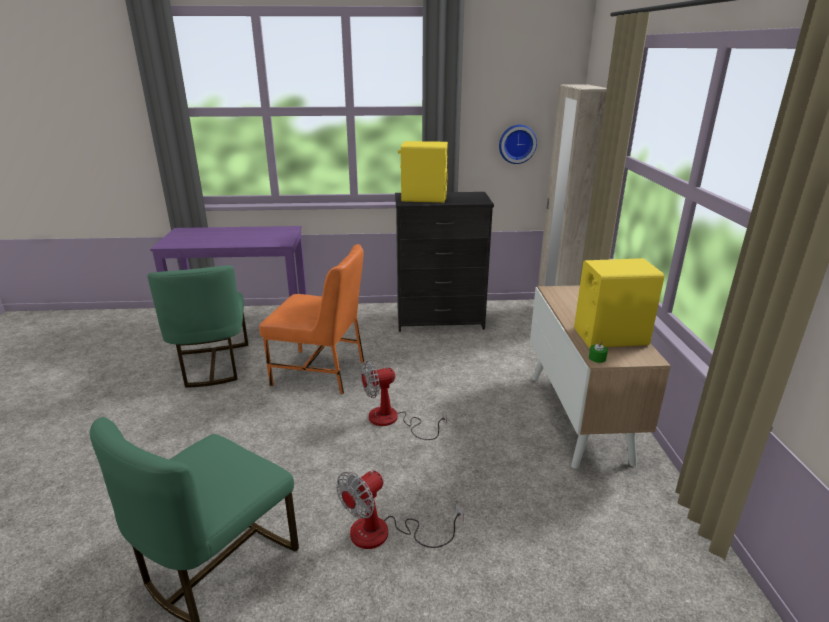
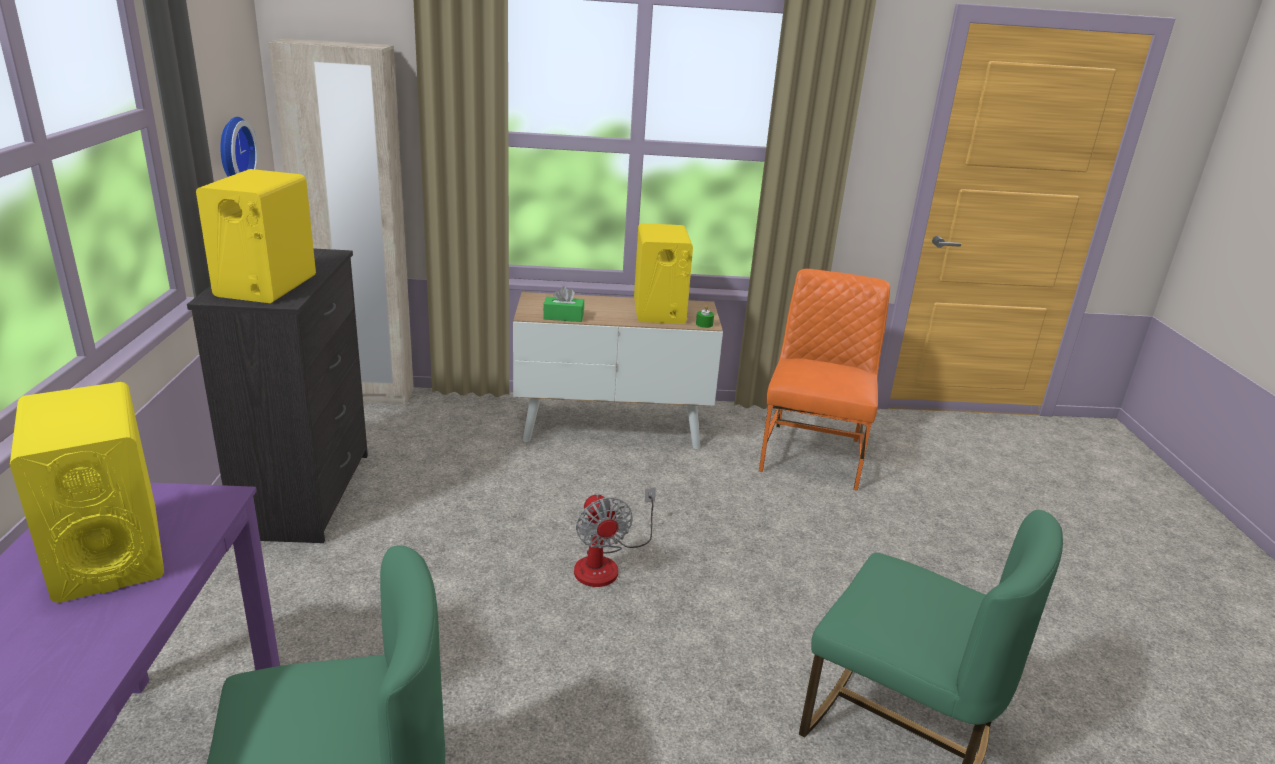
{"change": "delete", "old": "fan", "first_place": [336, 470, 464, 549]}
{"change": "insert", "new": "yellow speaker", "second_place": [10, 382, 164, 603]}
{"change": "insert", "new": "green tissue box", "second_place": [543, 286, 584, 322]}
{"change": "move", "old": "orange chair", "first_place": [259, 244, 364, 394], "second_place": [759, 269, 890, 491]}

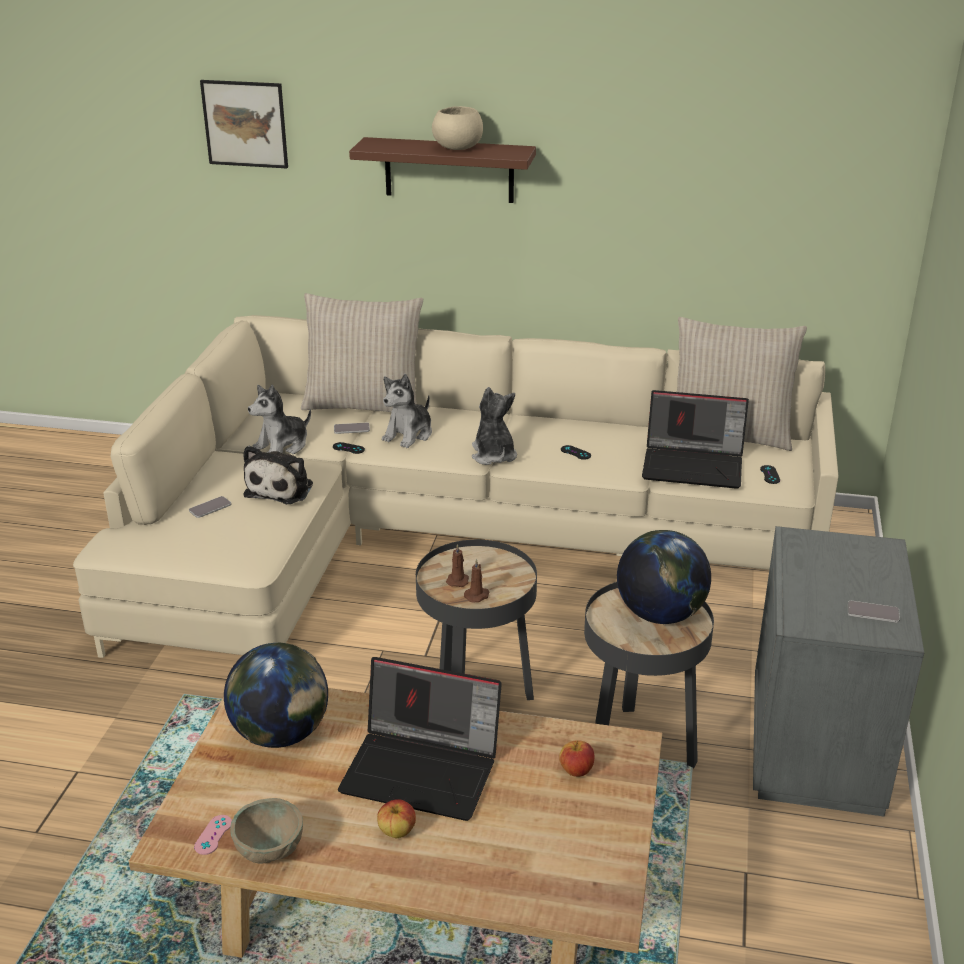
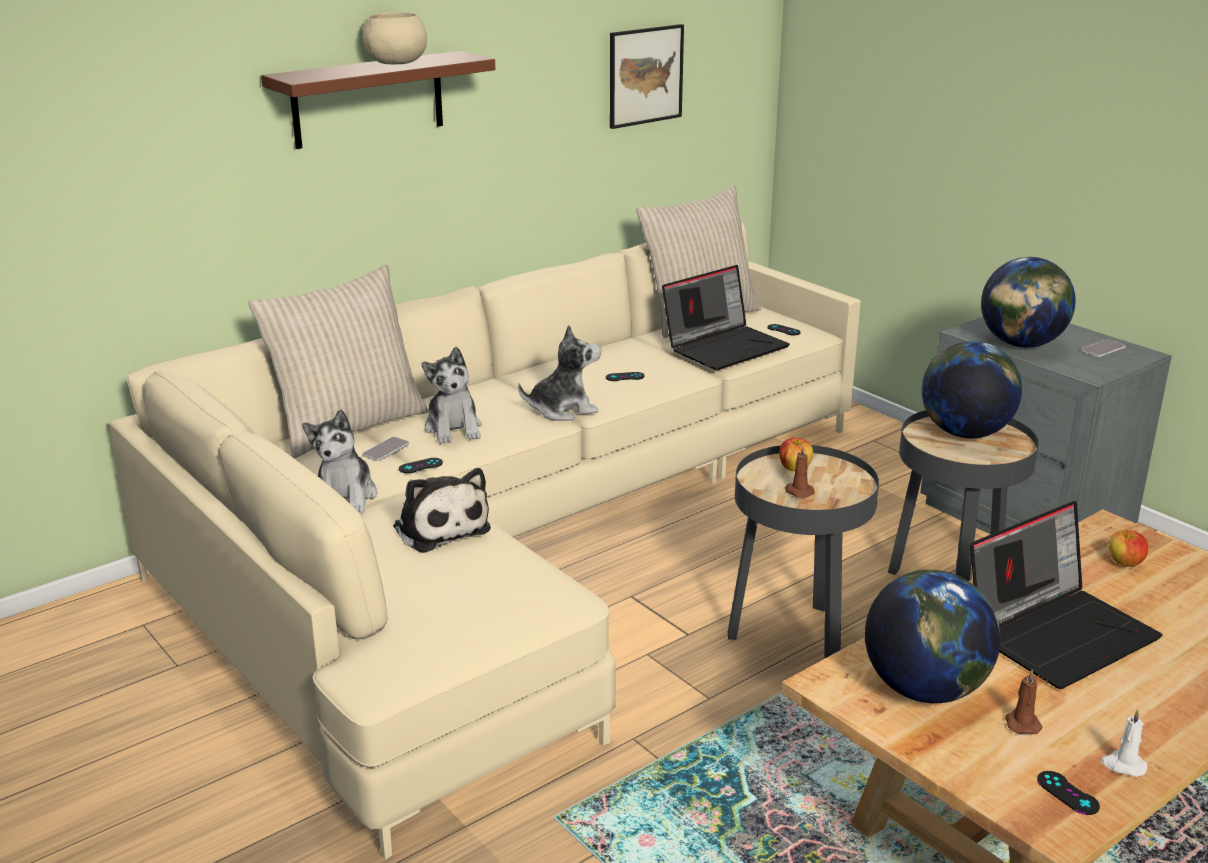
{"change": "delete", "old": "phone", "first_place": [189, 496, 231, 518]}
{"change": "insert", "new": "globe", "second_place": [981, 257, 1076, 348]}
{"change": "move", "old": "picture", "first_place": [200, 80, 288, 168], "second_place": [610, 24, 684, 129]}
{"change": "move", "old": "apple", "first_place": [377, 799, 416, 838], "second_place": [779, 438, 813, 471]}
{"change": "move", "old": "brown candle", "first_place": [464, 559, 490, 603], "second_place": [1005, 670, 1043, 734]}
{"change": "replace", "old": "beige bowl", "new": "white candle", "first_place": [230, 798, 303, 864], "second_place": [1100, 709, 1147, 777]}
{"change": "recolor", "old": "pink game controller", "new": "black game controller", "first_place": [194, 815, 232, 855], "second_place": [1037, 771, 1100, 815]}
{"change": "rotate", "old": "plush toy", "first_place": [472, 387, 517, 465], "second_place": [518, 325, 601, 421], "degrees": 135}

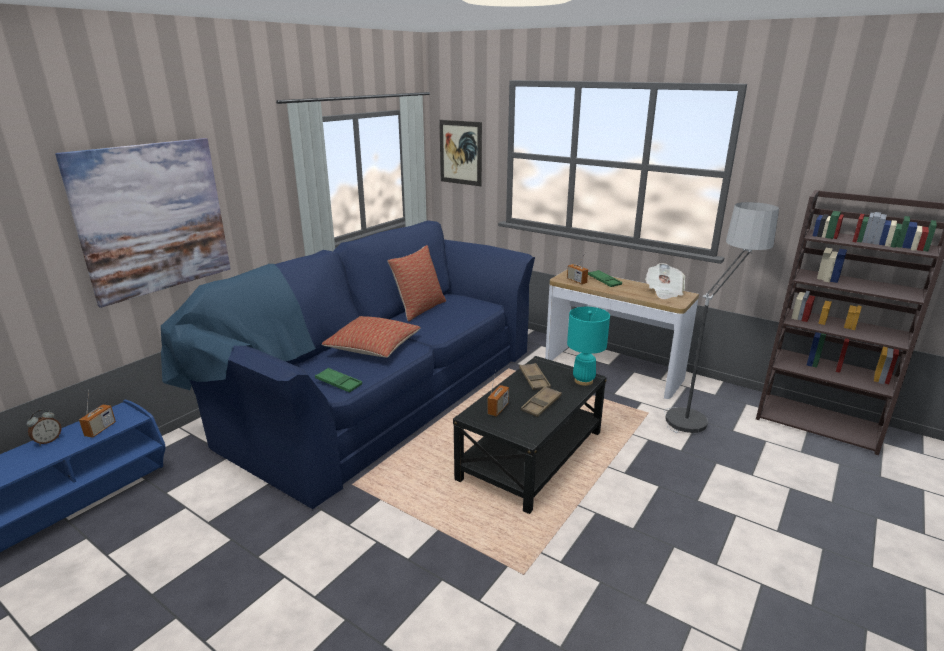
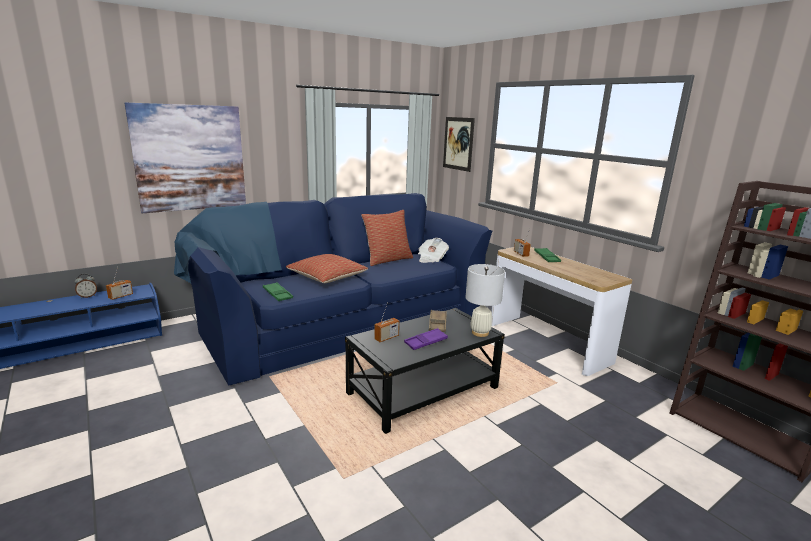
{"change": "delete", "old": "floor lamp", "first_place": [664, 202, 779, 434]}
{"change": "move", "old": "newspaper", "first_place": [645, 263, 685, 299], "second_place": [418, 238, 449, 263]}
{"change": "recolor", "old": "brown tray", "new": "purple tray", "first_place": [521, 386, 562, 417], "second_place": [404, 328, 448, 350]}
{"change": "recolor", "old": "turquoise table lamp", "new": "white table lamp", "first_place": [567, 307, 610, 386], "second_place": [466, 264, 505, 337]}

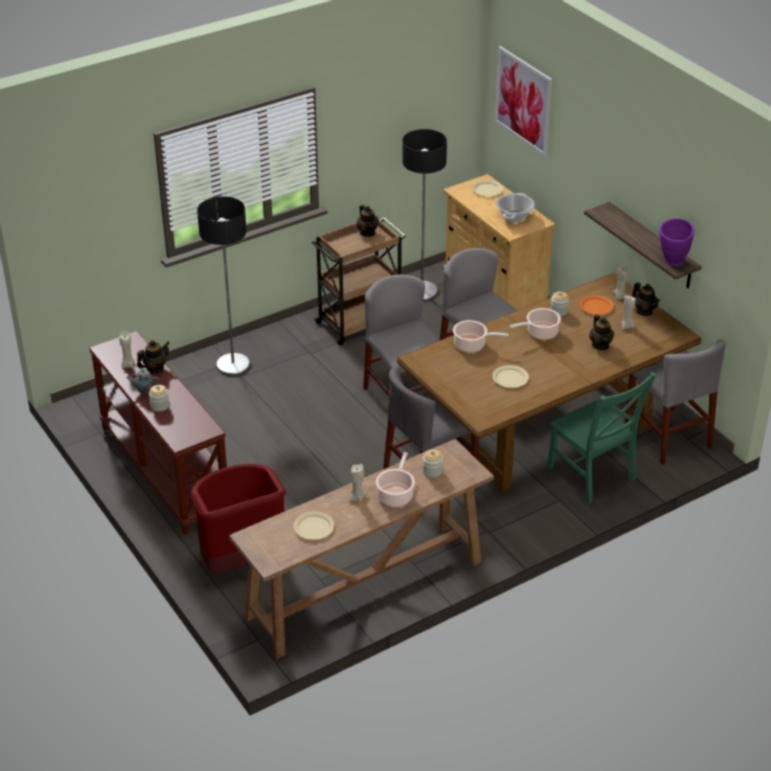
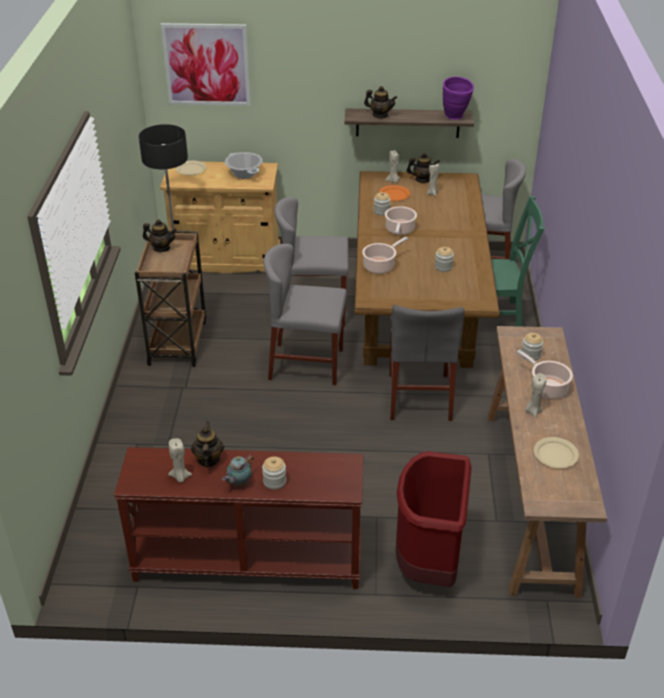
{"change": "delete", "old": "floor lamp", "first_place": [197, 196, 250, 376]}
{"change": "move", "old": "teapot", "first_place": [589, 314, 614, 350], "second_place": [364, 86, 397, 118]}
{"change": "replace", "old": "beige plate", "new": "jar", "first_place": [492, 365, 529, 388], "second_place": [435, 247, 454, 272]}

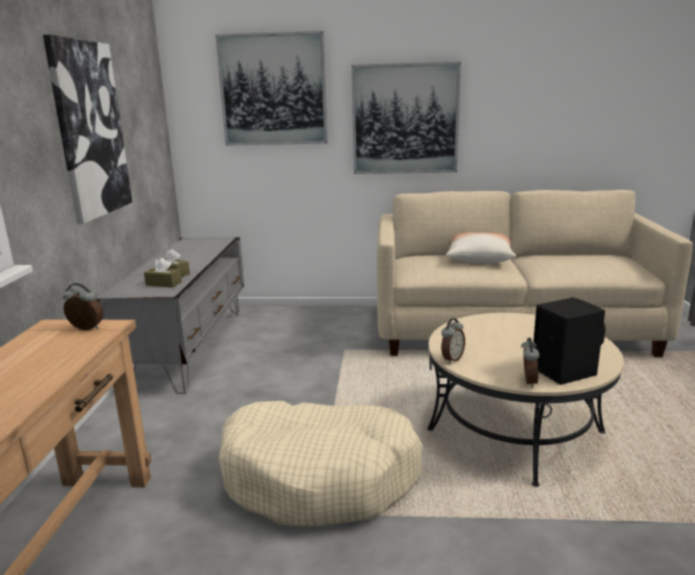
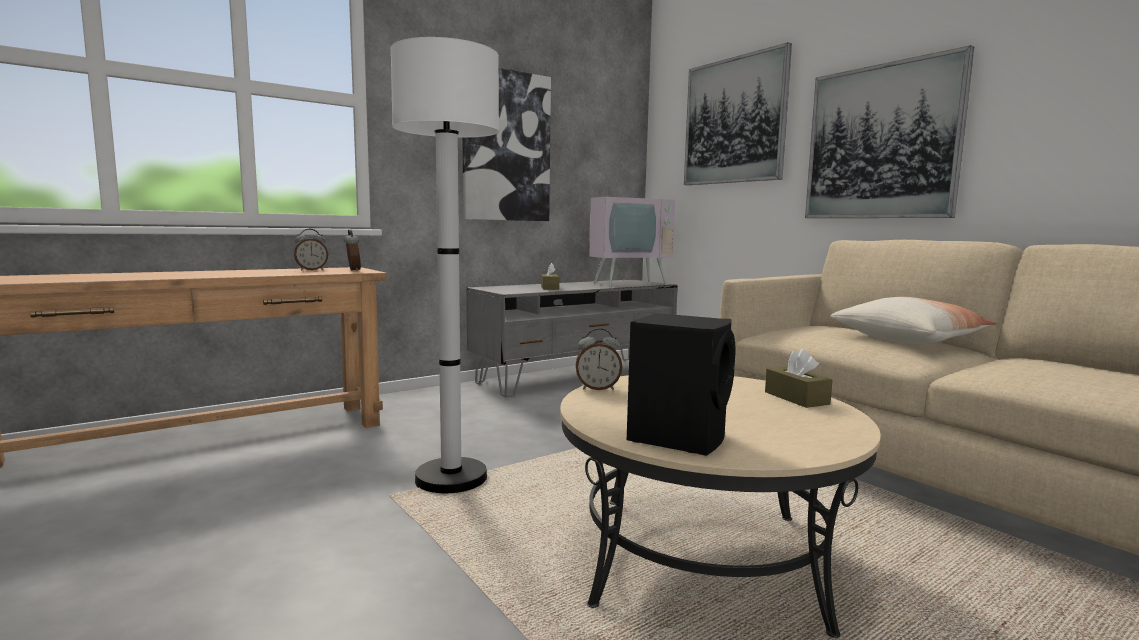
{"change": "insert", "new": "television", "second_place": [586, 164, 675, 287]}
{"change": "move", "old": "brown tissue box", "first_place": [144, 258, 182, 288], "second_place": [765, 349, 833, 408]}
{"change": "move", "old": "alarm clock", "first_place": [521, 338, 539, 388], "second_place": [294, 229, 328, 271]}
{"change": "replace", "old": "beige dog bed", "new": "white floor lamp", "first_place": [219, 401, 423, 526], "second_place": [391, 37, 499, 493]}

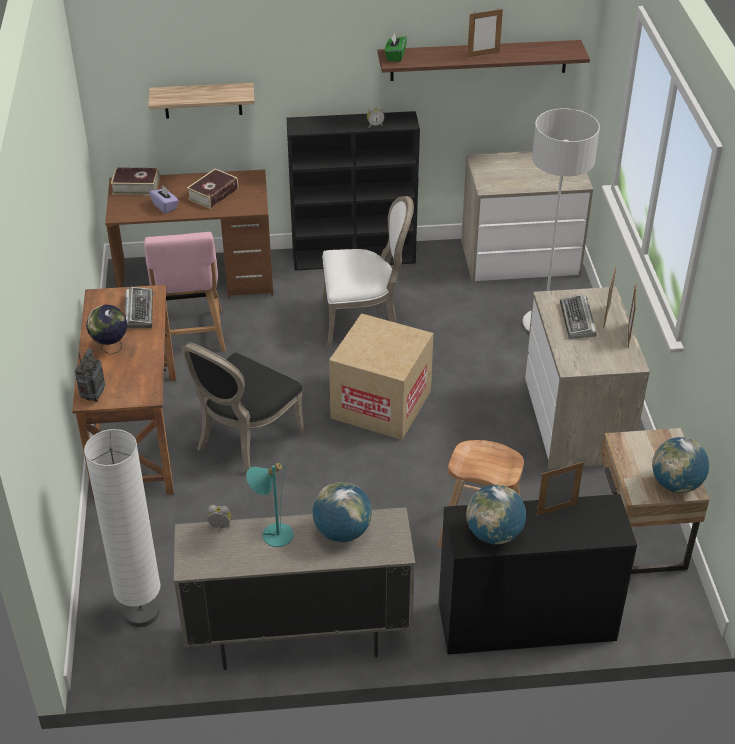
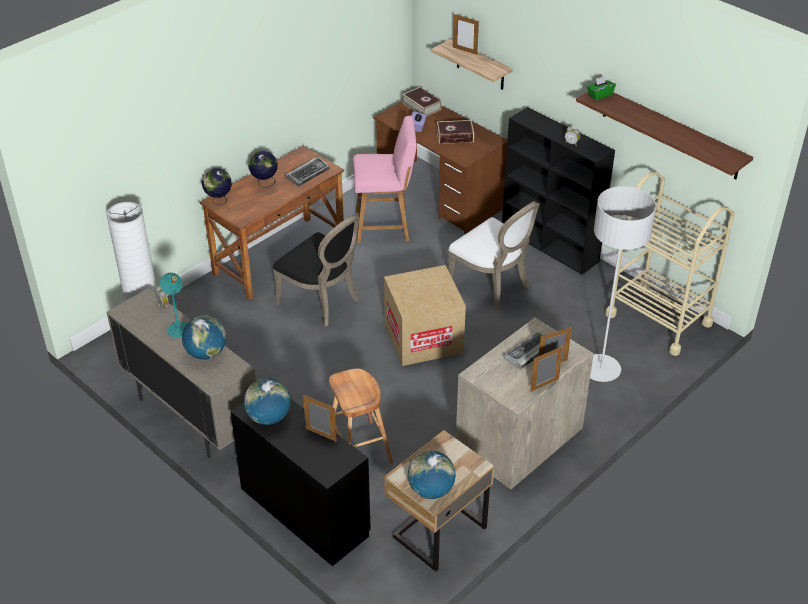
{"change": "move", "old": "picture frame", "first_place": [467, 8, 503, 58], "second_place": [453, 14, 479, 54]}
{"change": "replace", "old": "radio", "new": "globe", "first_place": [75, 349, 105, 402], "second_place": [202, 168, 232, 206]}
{"change": "replace", "old": "dresser", "new": "beige cart", "first_place": [461, 151, 593, 283], "second_place": [605, 172, 735, 356]}
{"change": "rotate", "old": "pink chair", "first_place": [144, 232, 226, 352], "second_place": [353, 116, 417, 243], "degrees": -135}
{"change": "rotate", "old": "black chair", "first_place": [181, 342, 305, 475], "second_place": [273, 215, 360, 326], "degrees": -135}

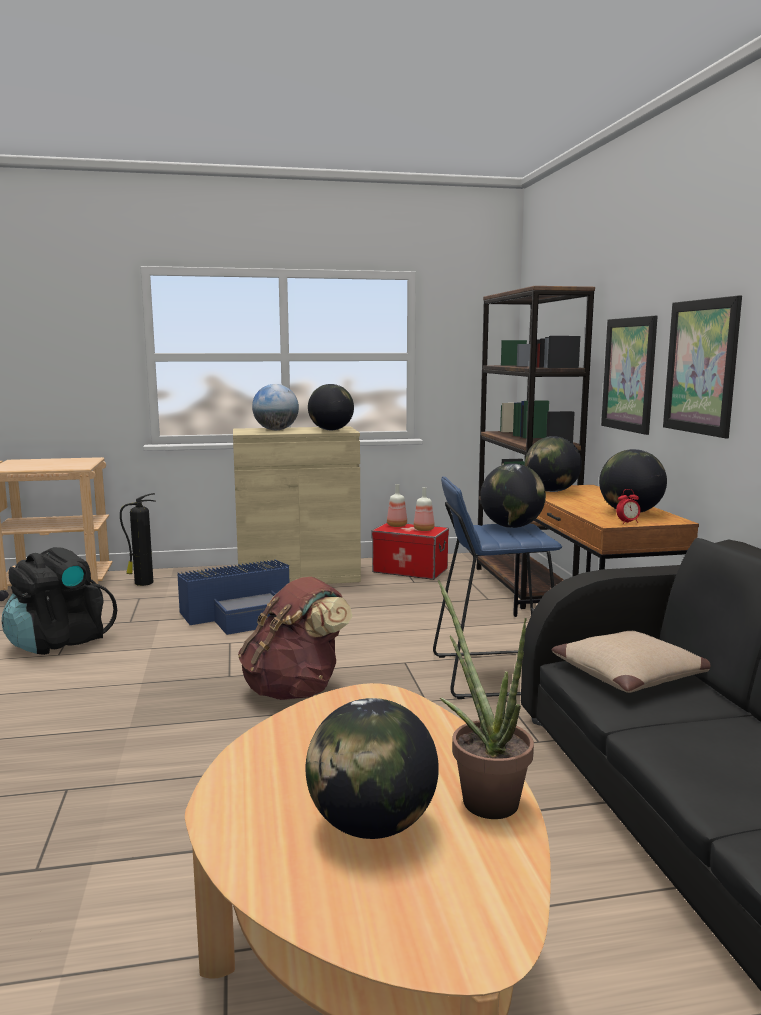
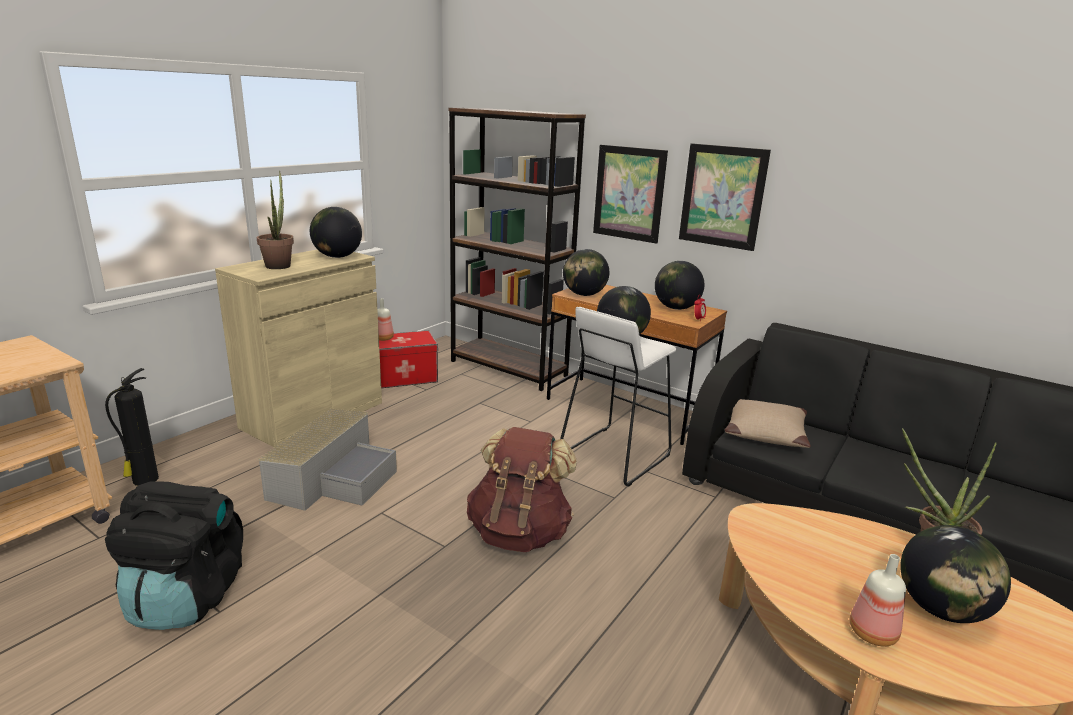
{"change": "move", "old": "bottle", "first_place": [414, 487, 435, 531], "second_place": [850, 554, 906, 647]}
{"change": "replace", "old": "globe", "new": "potted plant", "first_place": [252, 384, 299, 430], "second_place": [257, 171, 294, 269]}
{"change": "recolor", "old": "blue storage box", "new": "grey storage box", "first_place": [177, 559, 289, 635], "second_place": [258, 408, 397, 511]}
{"change": "recolor", "old": "blue stool", "new": "white stool", "first_place": [433, 476, 562, 699], "second_place": [560, 307, 677, 487]}

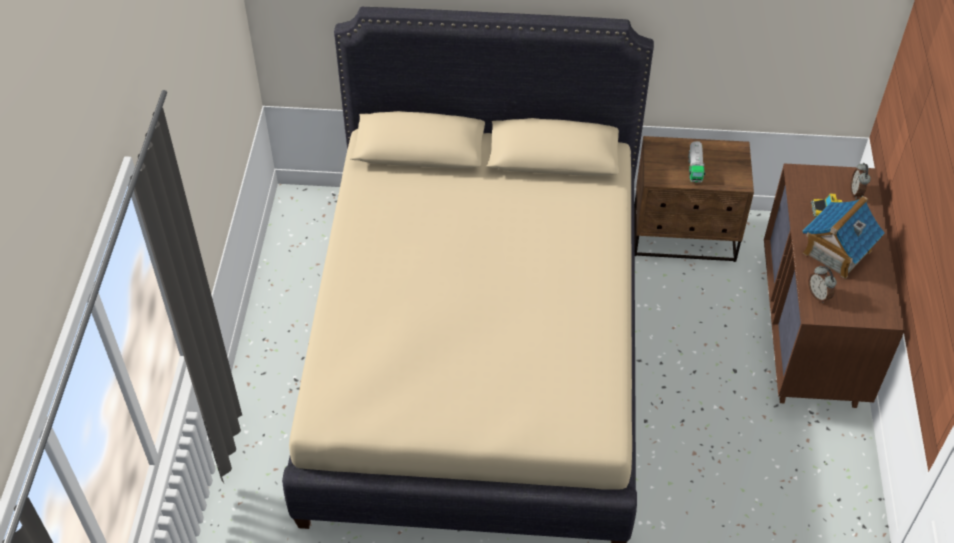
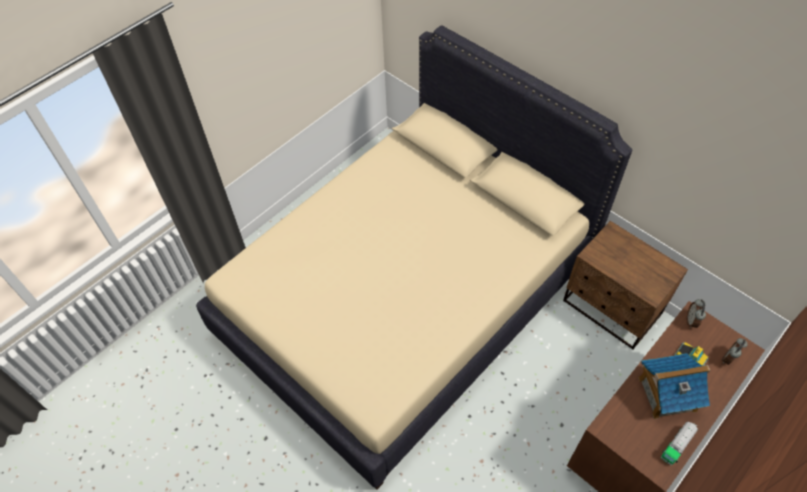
{"change": "move", "old": "toy truck", "first_place": [688, 141, 706, 182], "second_place": [661, 422, 698, 466]}
{"change": "move", "old": "alarm clock", "first_place": [808, 265, 837, 303], "second_place": [687, 299, 706, 328]}

